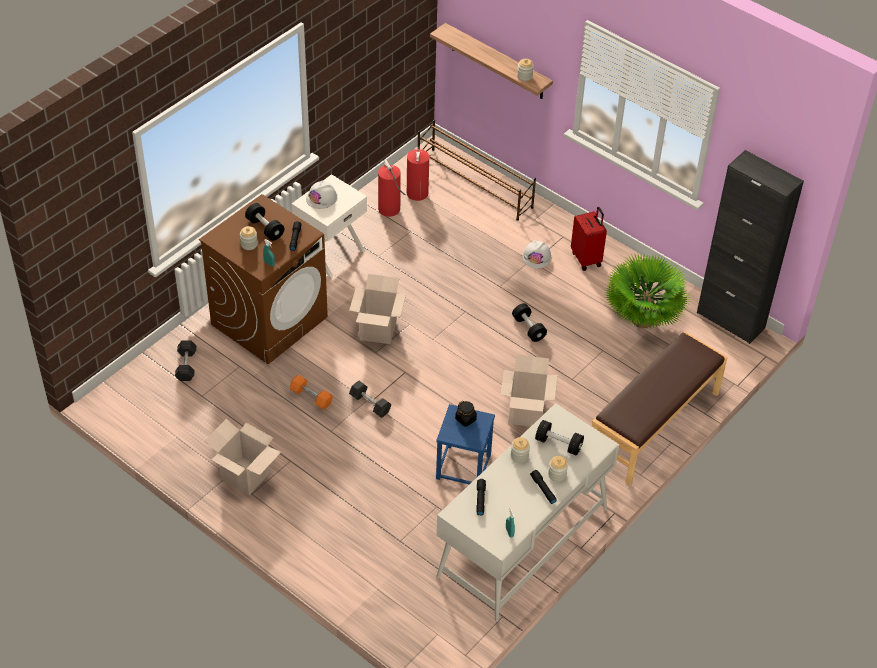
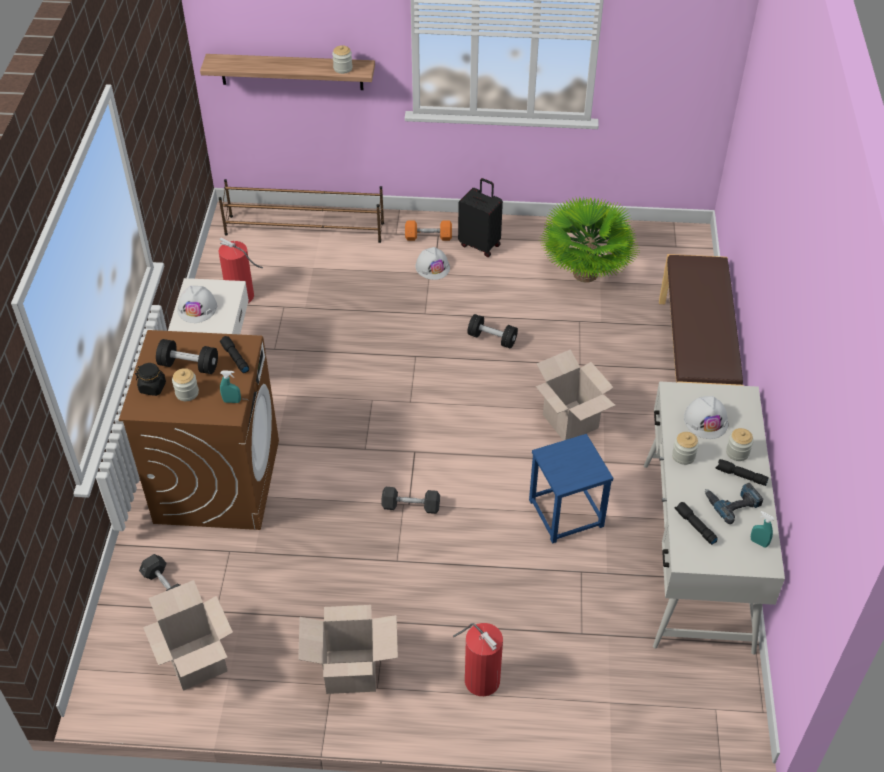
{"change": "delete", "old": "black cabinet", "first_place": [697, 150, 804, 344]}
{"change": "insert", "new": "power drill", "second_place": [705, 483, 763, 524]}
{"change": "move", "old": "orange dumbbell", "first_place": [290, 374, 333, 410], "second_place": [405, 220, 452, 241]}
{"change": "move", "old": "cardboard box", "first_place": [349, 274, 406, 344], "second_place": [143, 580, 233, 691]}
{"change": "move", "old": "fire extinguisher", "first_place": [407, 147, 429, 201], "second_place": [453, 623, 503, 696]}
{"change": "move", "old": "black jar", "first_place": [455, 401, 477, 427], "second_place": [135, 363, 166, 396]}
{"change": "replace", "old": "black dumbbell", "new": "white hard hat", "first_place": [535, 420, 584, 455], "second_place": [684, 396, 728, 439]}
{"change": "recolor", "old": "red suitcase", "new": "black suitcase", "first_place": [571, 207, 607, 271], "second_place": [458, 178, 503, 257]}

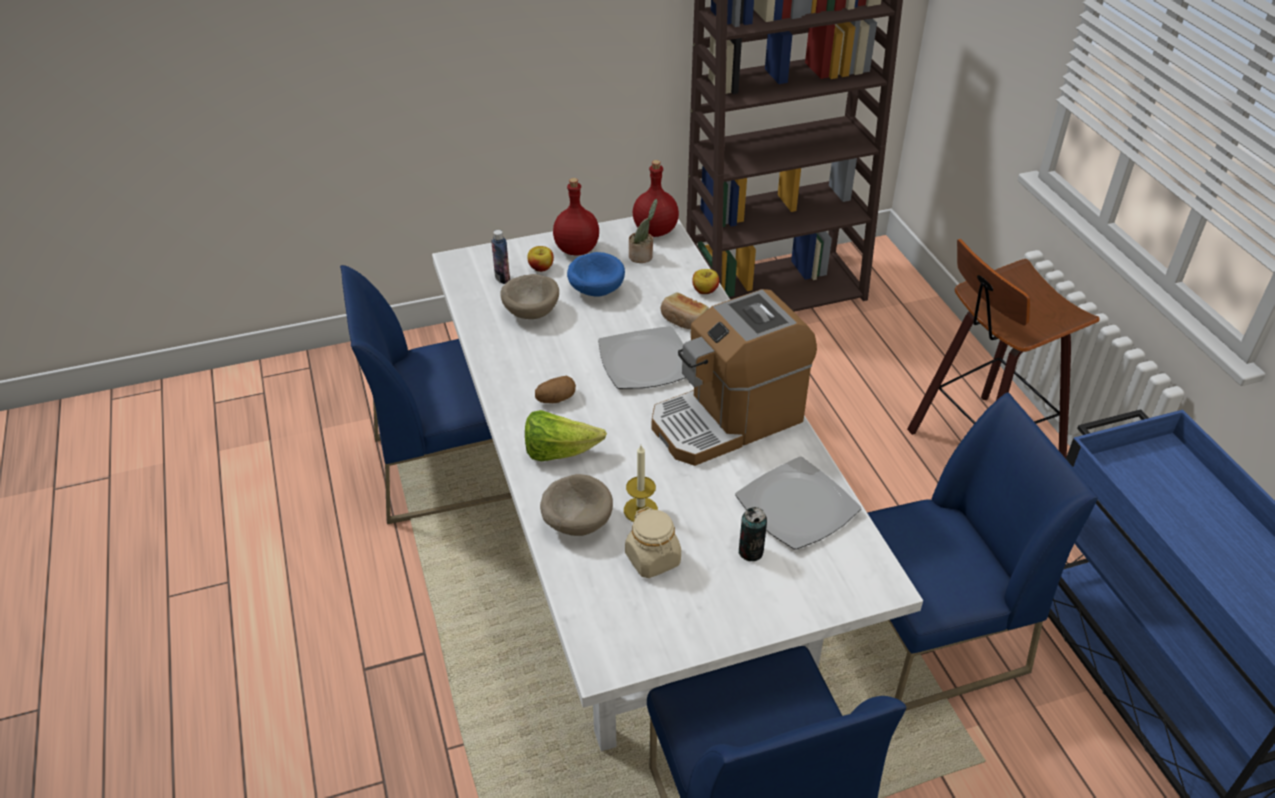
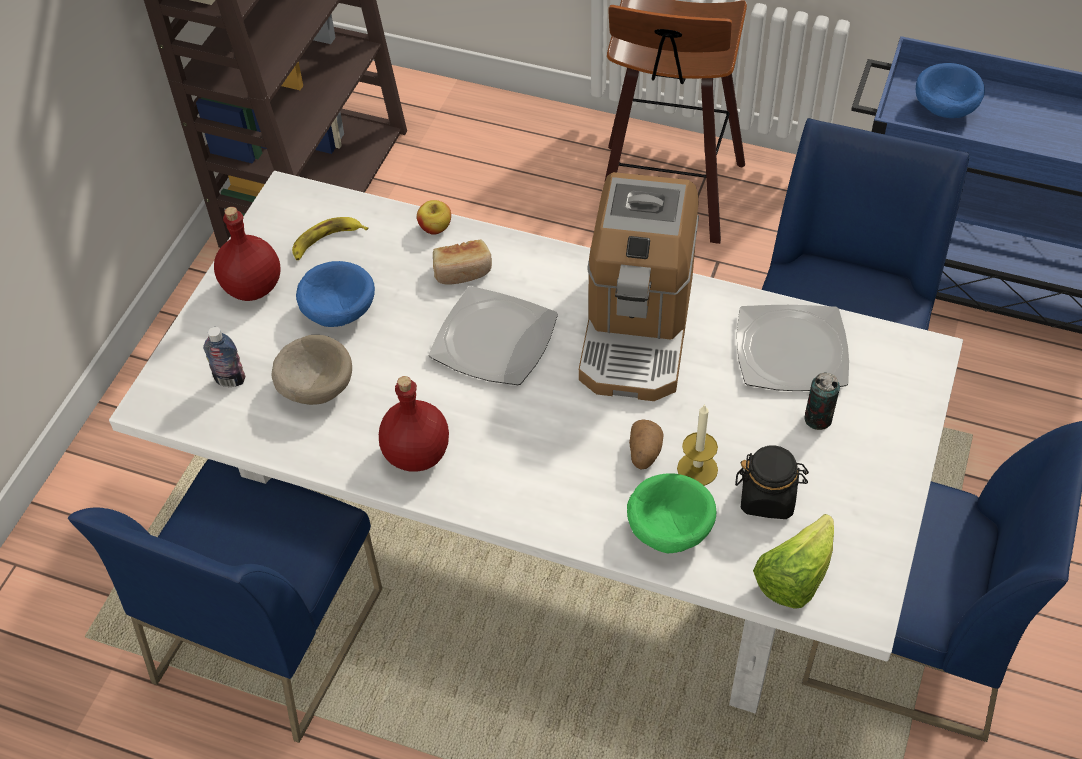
{"change": "delete", "old": "apple", "first_place": [527, 246, 554, 272]}
{"change": "insert", "new": "blue bowl", "second_place": [916, 63, 985, 118]}
{"change": "move", "old": "lettuce", "first_place": [525, 410, 607, 461], "second_place": [753, 514, 834, 609]}
{"change": "move", "old": "potato", "first_place": [535, 376, 576, 403], "second_place": [629, 420, 664, 469]}
{"change": "move", "old": "red bottle", "first_place": [633, 160, 679, 237], "second_place": [379, 376, 449, 472]}
{"change": "replace", "old": "potted plant", "new": "banana", "first_place": [629, 199, 658, 263], "second_place": [292, 217, 368, 260]}
{"change": "recolor", "old": "beige bowl", "new": "green bowl", "first_place": [540, 474, 613, 536], "second_place": [627, 474, 716, 553]}
{"change": "recolor", "old": "beige jar", "new": "black jar", "first_place": [625, 507, 681, 578], "second_place": [735, 445, 809, 519]}

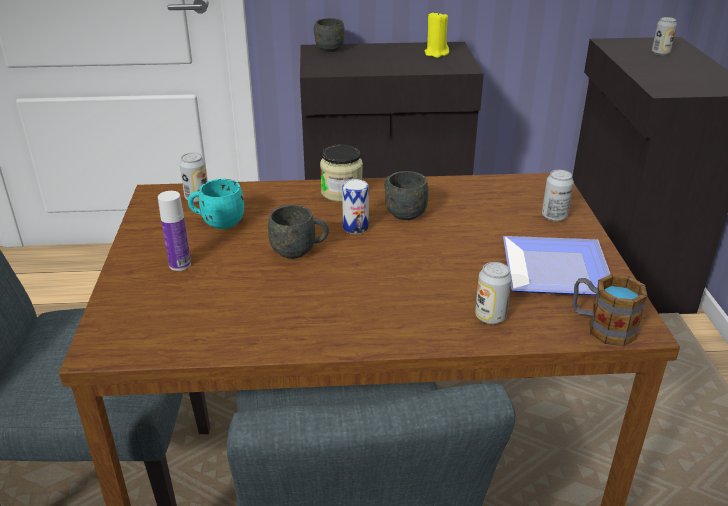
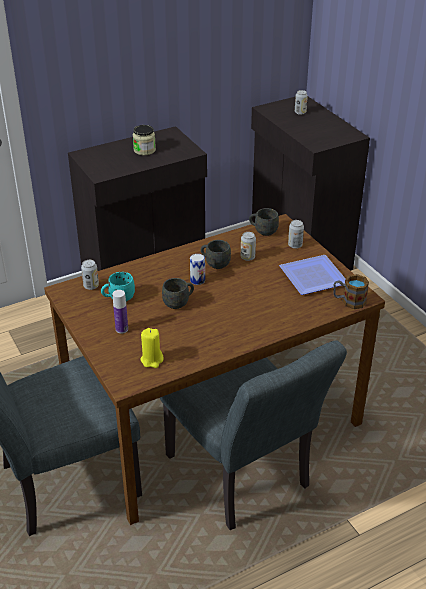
{"change": "move", "old": "grey mug", "first_place": [314, 18, 345, 52], "second_place": [249, 208, 279, 236]}
{"change": "move", "old": "jar", "first_place": [320, 144, 363, 202], "second_place": [133, 125, 156, 155]}
{"change": "move", "old": "yellow candle", "first_place": [425, 11, 449, 58], "second_place": [141, 328, 163, 368]}
{"change": "move", "old": "can", "first_place": [475, 262, 512, 324], "second_place": [241, 232, 256, 261]}

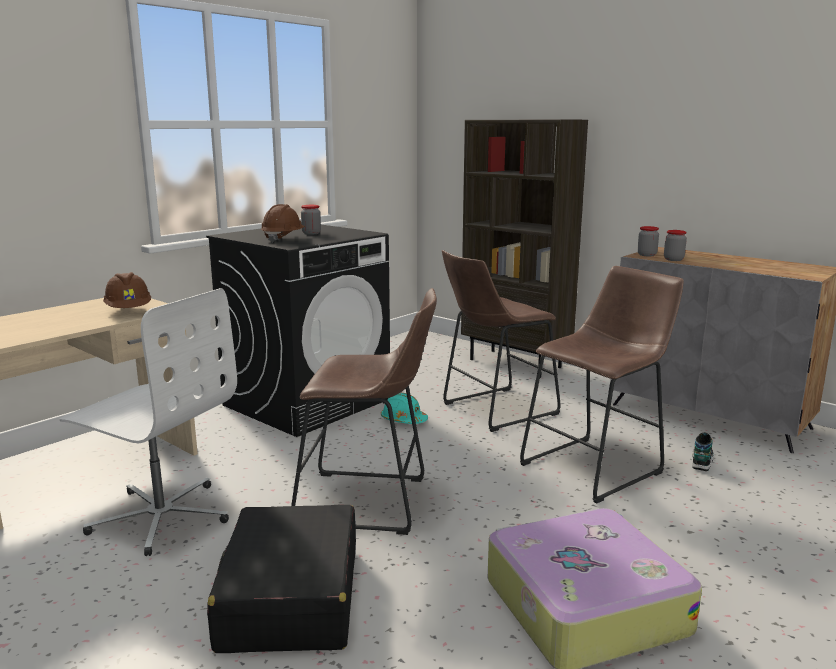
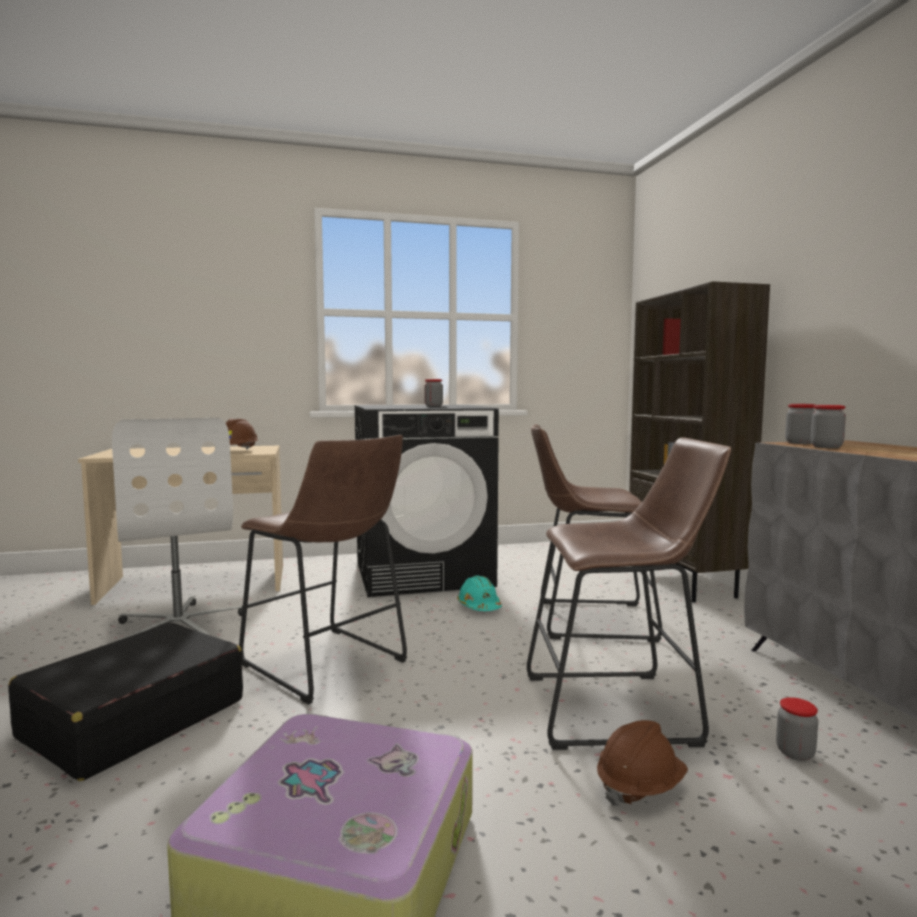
{"change": "move", "old": "brown hard hat", "first_place": [261, 204, 305, 243], "second_place": [597, 720, 688, 806]}
{"change": "replace", "old": "shoe", "new": "jar", "first_place": [692, 432, 714, 471], "second_place": [776, 697, 818, 761]}

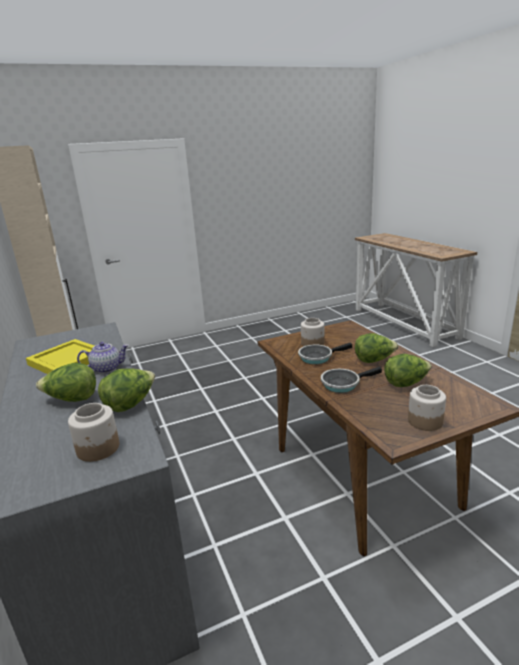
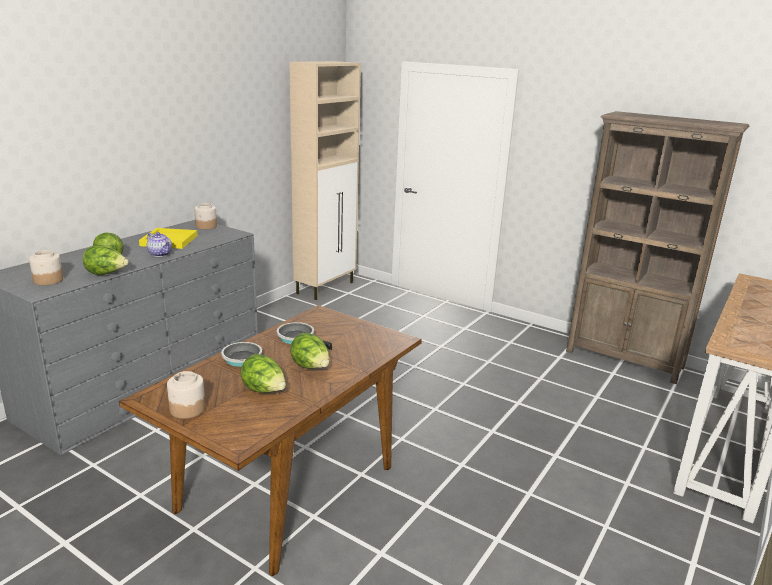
{"change": "insert", "new": "brown bookcase", "second_place": [566, 111, 750, 384]}
{"change": "move", "old": "jar", "first_place": [301, 318, 324, 347], "second_place": [194, 203, 217, 229]}

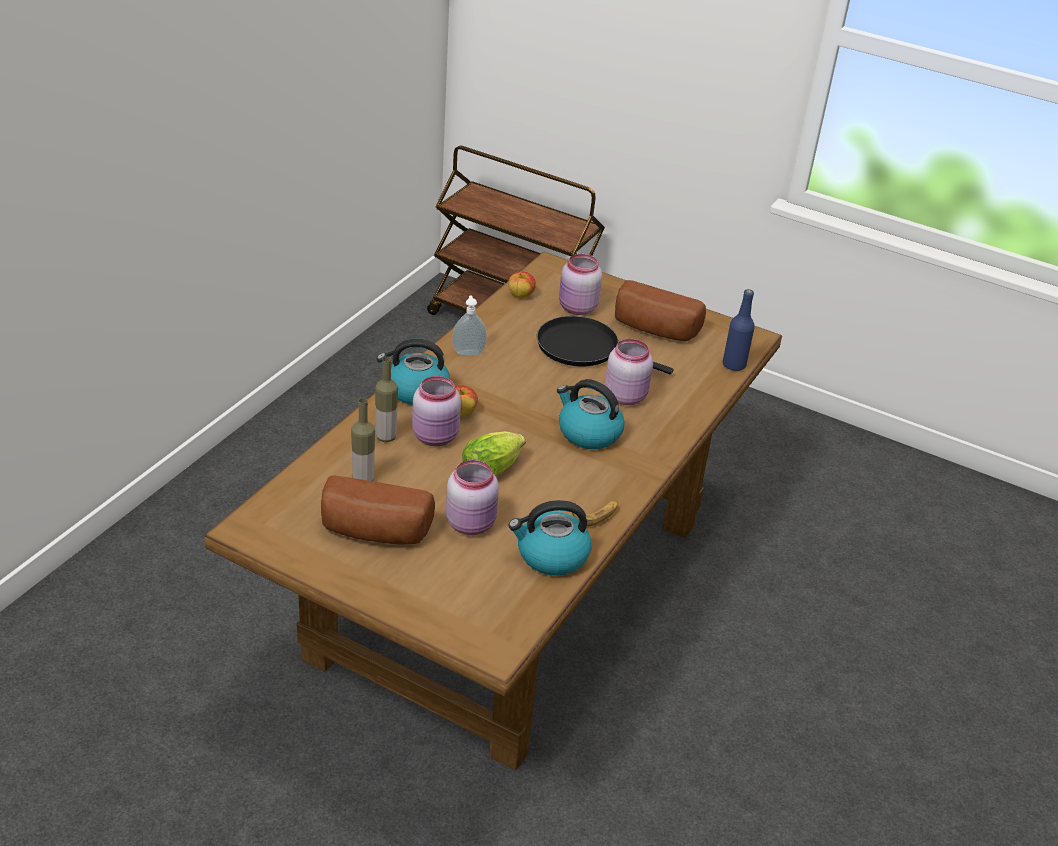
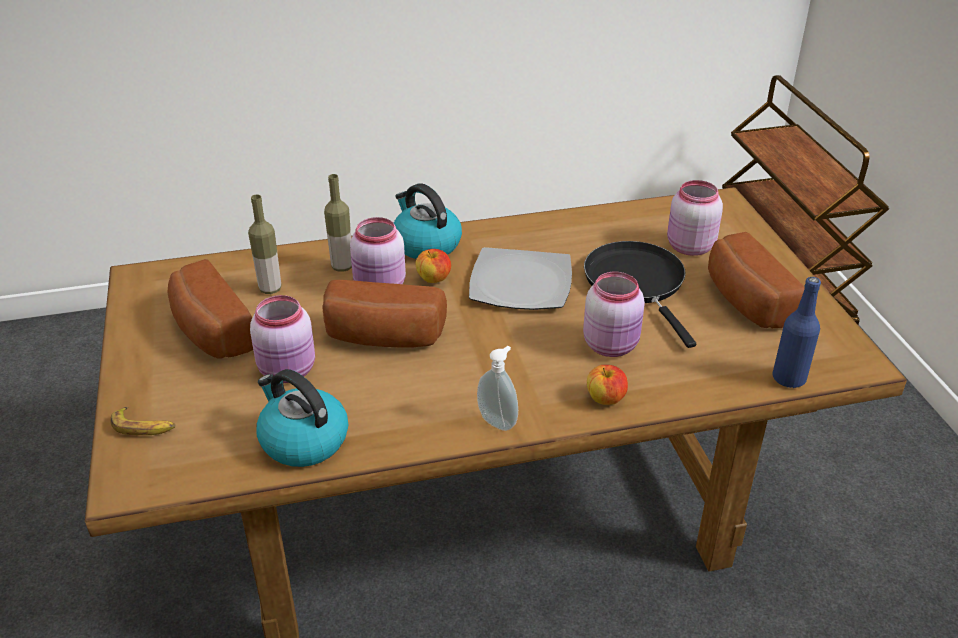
{"change": "delete", "old": "kettle", "first_place": [557, 379, 625, 449]}
{"change": "insert", "new": "plate", "second_place": [469, 247, 572, 310]}
{"change": "move", "old": "soap dispenser", "first_place": [452, 295, 487, 356], "second_place": [477, 346, 518, 431]}
{"change": "move", "old": "apple", "first_place": [508, 272, 536, 298], "second_place": [587, 365, 628, 405]}
{"change": "move", "old": "banana", "first_place": [571, 500, 618, 526], "second_place": [110, 407, 175, 435]}
{"change": "replace", "old": "lettuce", "new": "bread", "first_place": [462, 431, 526, 476], "second_place": [322, 280, 447, 348]}

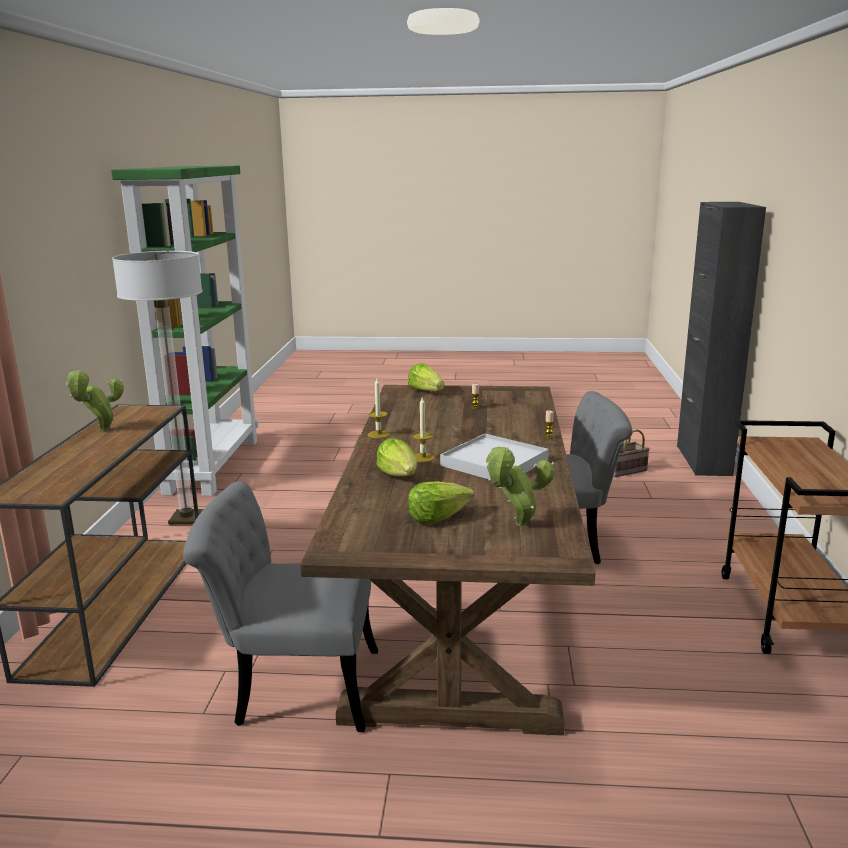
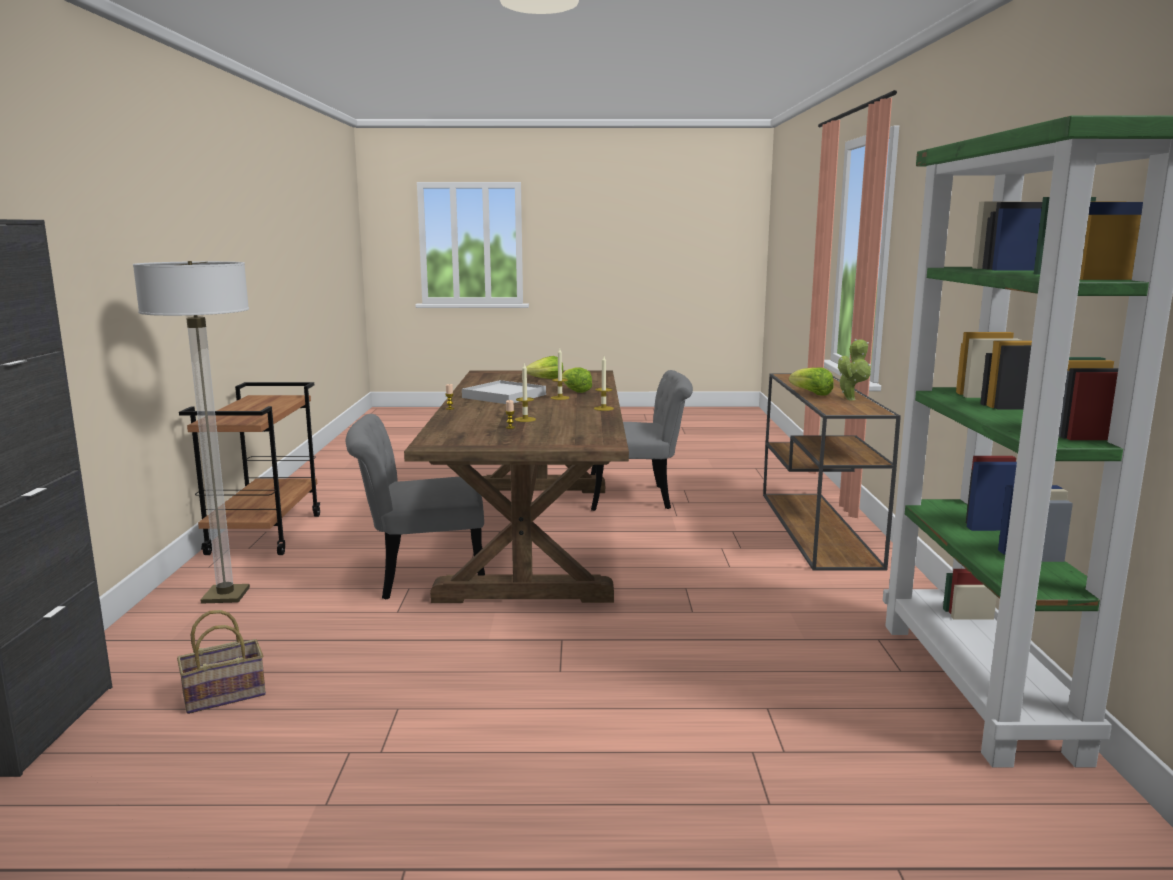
{"change": "delete", "old": "potted plant", "first_place": [486, 447, 554, 526]}
{"change": "insert", "new": "candle", "second_place": [515, 364, 536, 422]}
{"change": "move", "old": "floor lamp", "first_place": [112, 251, 204, 525], "second_place": [133, 261, 250, 604]}
{"change": "move", "old": "lettuce", "first_place": [408, 363, 444, 391], "second_place": [789, 368, 834, 396]}

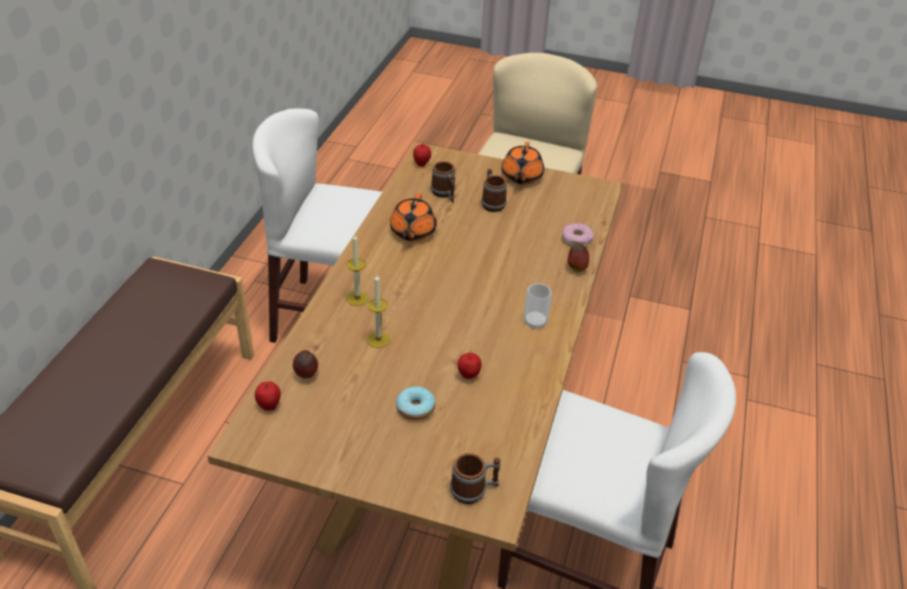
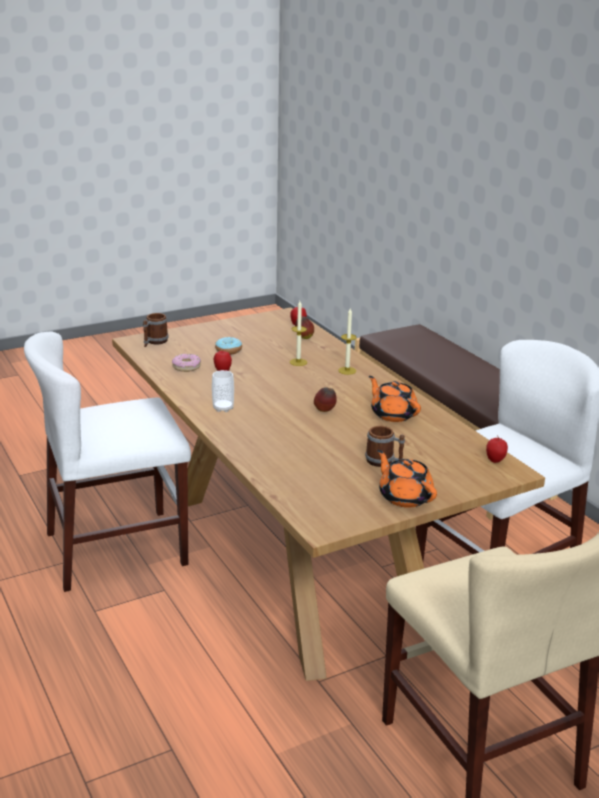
{"change": "delete", "old": "mug", "first_place": [431, 161, 456, 203]}
{"change": "move", "old": "donut", "first_place": [562, 223, 594, 247], "second_place": [172, 354, 201, 372]}
{"change": "move", "old": "apple", "first_place": [567, 243, 589, 272], "second_place": [314, 387, 337, 412]}

